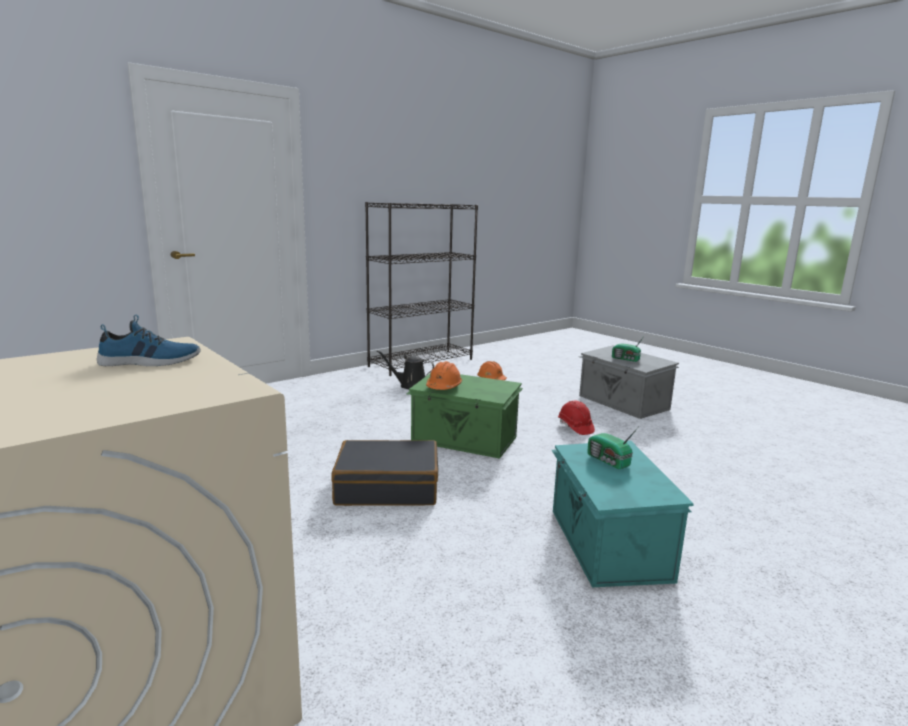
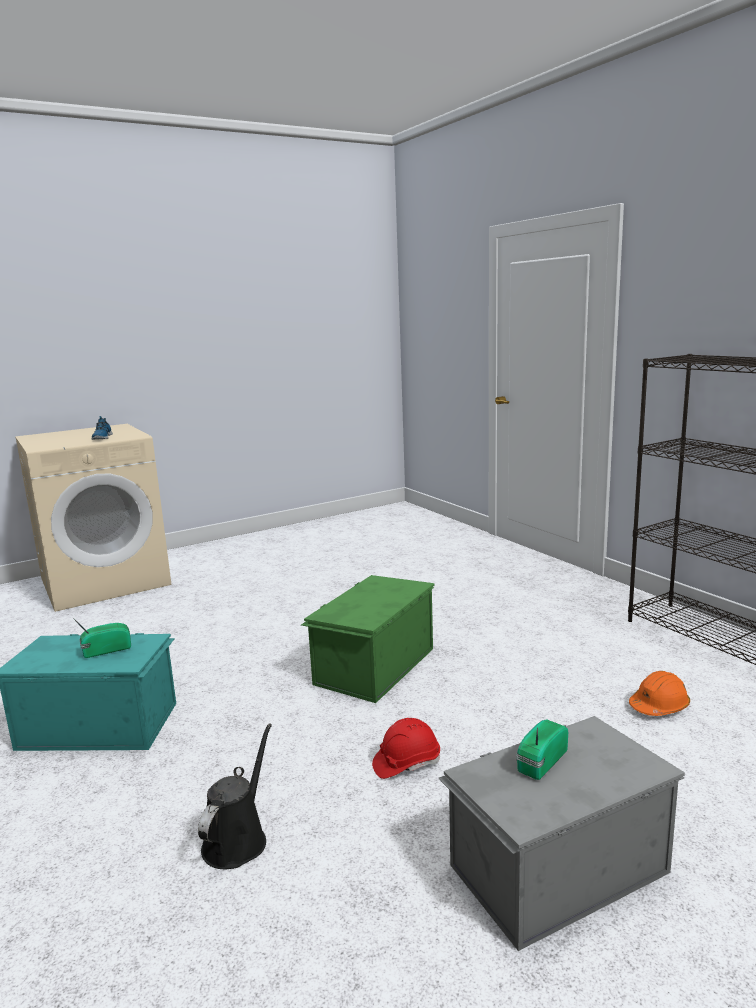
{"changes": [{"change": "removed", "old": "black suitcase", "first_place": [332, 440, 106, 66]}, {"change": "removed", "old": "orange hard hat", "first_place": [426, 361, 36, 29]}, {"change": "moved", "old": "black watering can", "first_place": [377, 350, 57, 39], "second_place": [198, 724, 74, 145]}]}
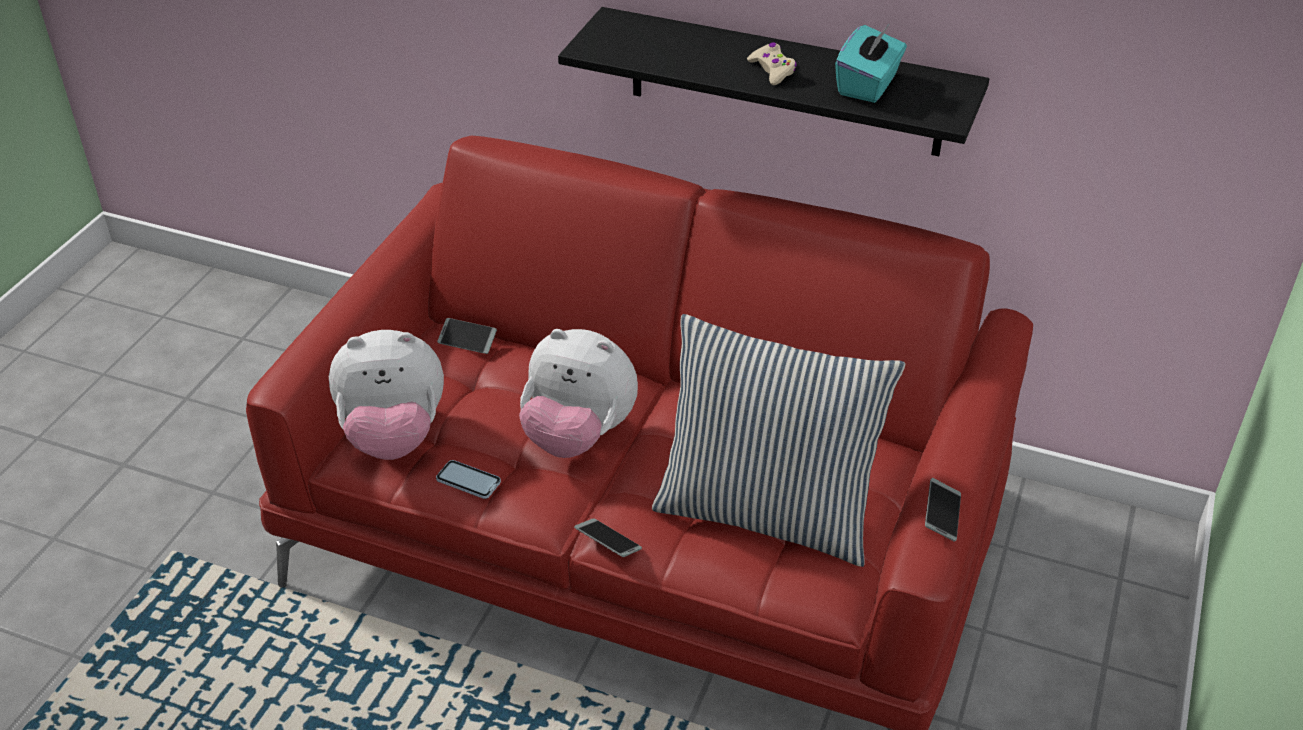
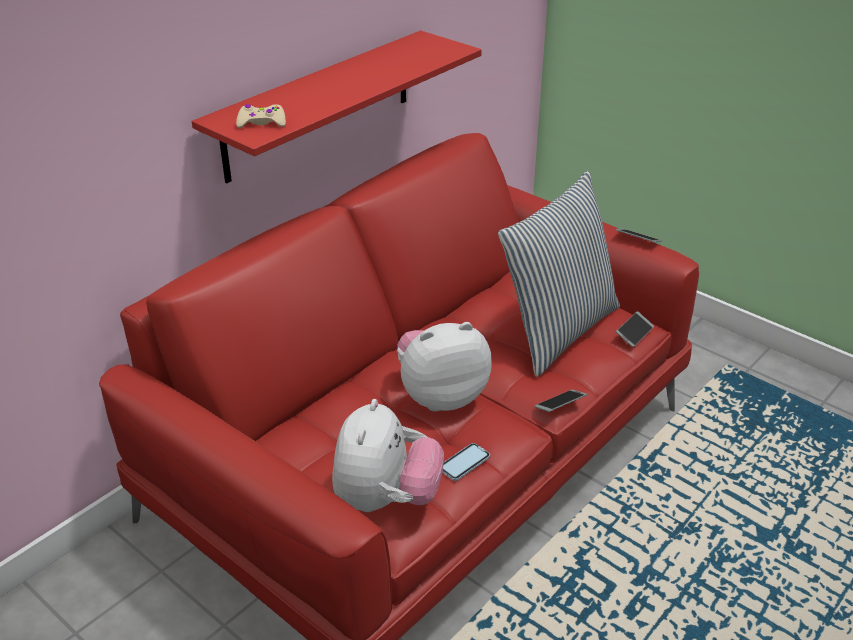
{"changes": [{"change": "removed", "old": "turquoise tissue box", "first_place": [835, 25, 72, 78]}, {"change": "moved", "old": "phone", "first_place": [437, 318, 60, 36], "second_place": [616, 311, 38, 36]}, {"change": "moved", "old": "beige game controller", "first_place": [747, 43, 50, 42], "second_place": [236, 104, 50, 24]}, {"change": "recoloured", "old": "black shelf", "new": "red shelf", "first_place": [558, 7, 431, 149], "second_place": [192, 31, 290, 152]}, {"change": "turned", "old": "plush toy", "first_place": [519, 329, 119, 129], "second_place": [397, 322, 95, 90], "degrees": -150}]}
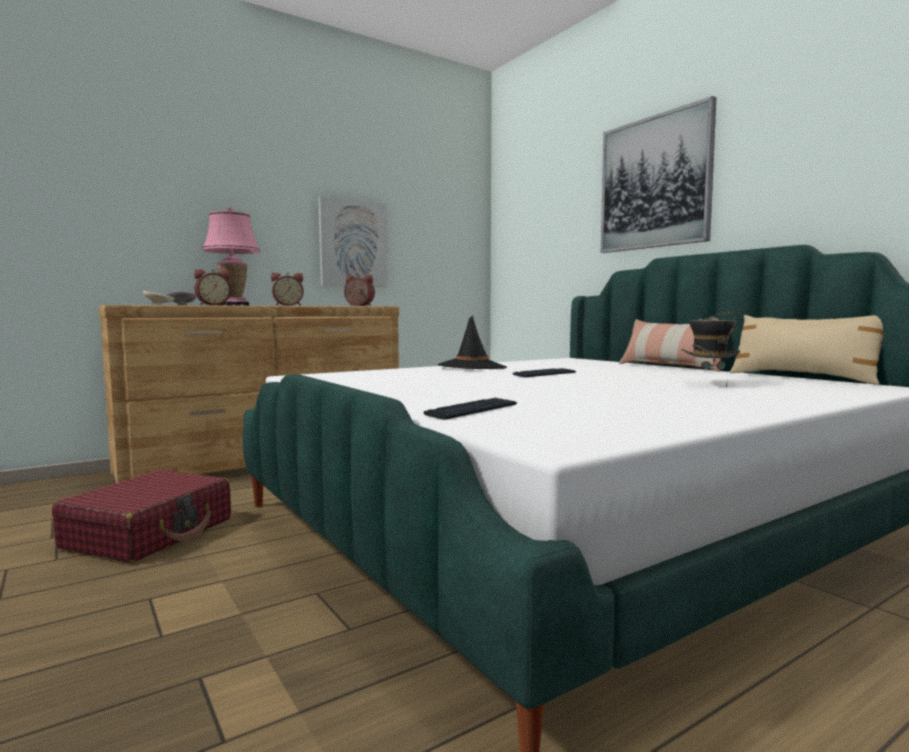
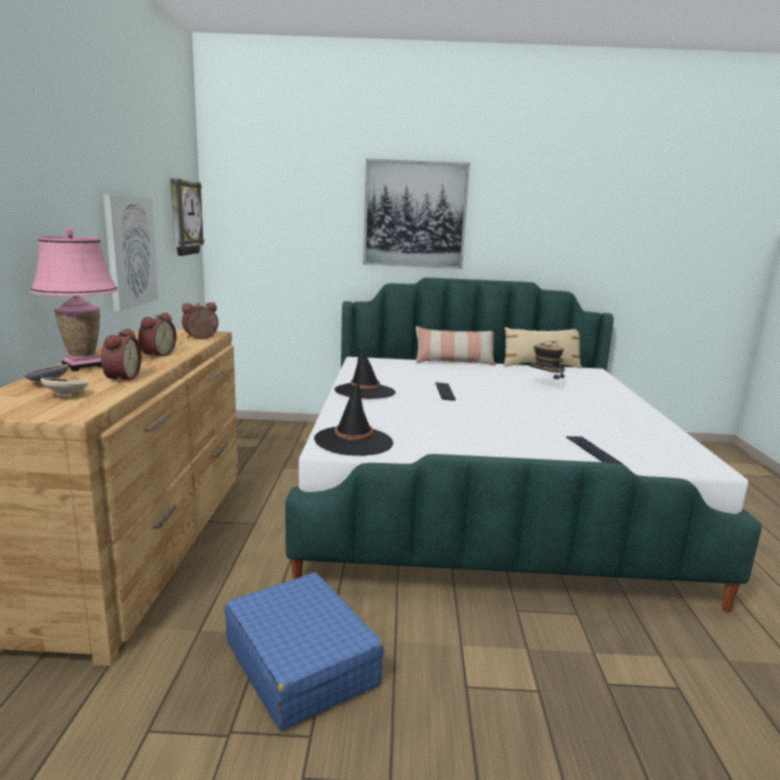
{"changes": [{"change": "added", "new": "wall clock", "second_place": [170, 178, 34, 78]}, {"change": "added", "new": "black hat", "second_place": [314, 382, 79, 74]}, {"change": "recoloured", "old": "red suitcase", "new": "blue suitcase", "first_place": [52, 470, 179, 93], "second_place": [225, 573, 159, 158]}]}
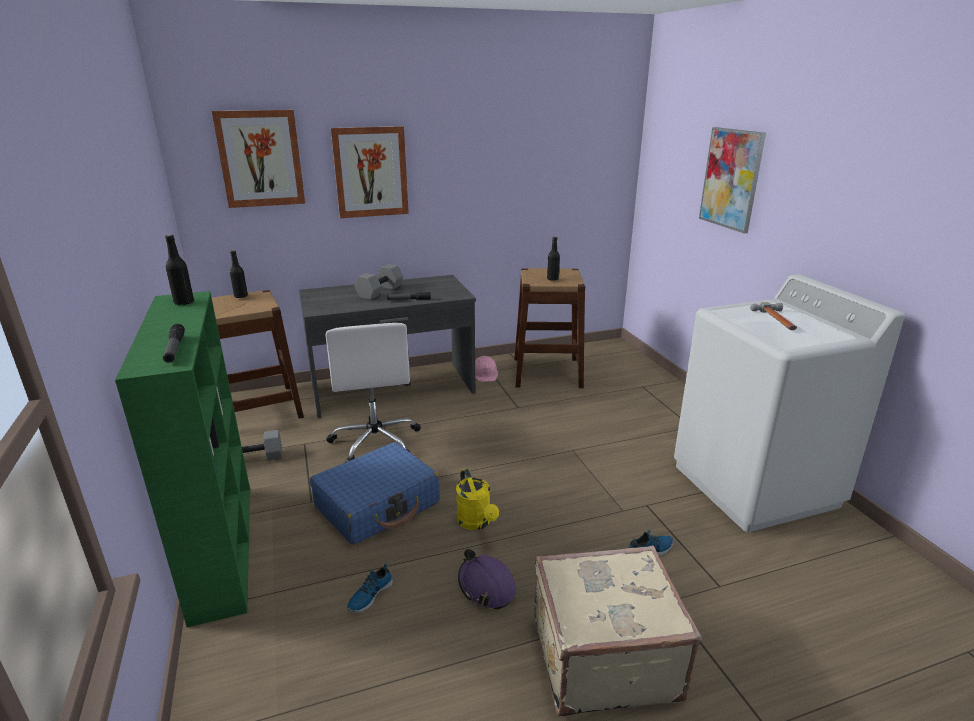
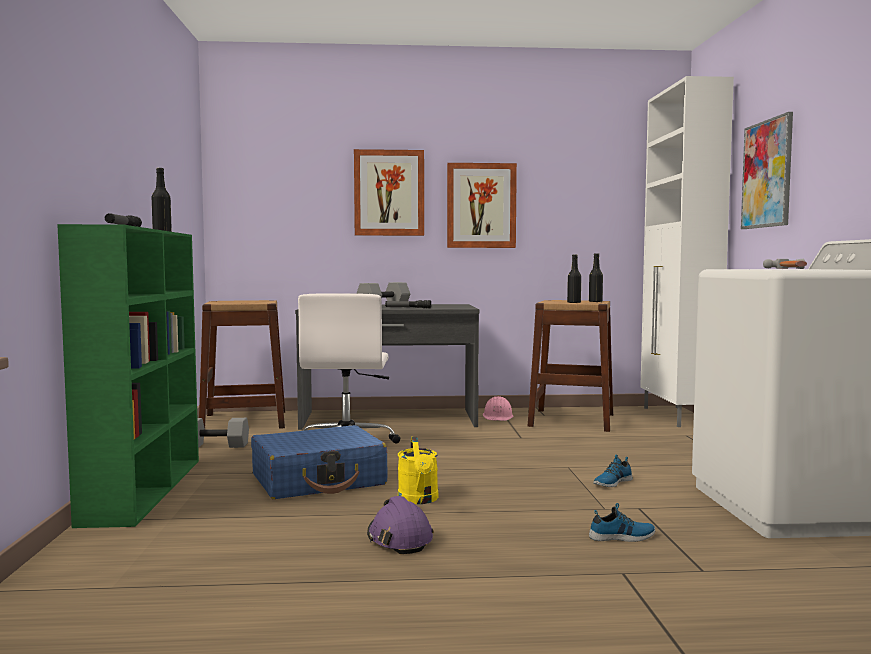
{"changes": [{"change": "removed", "old": "beige suitcase", "first_place": [534, 546, 168, 170]}, {"change": "added", "new": "white cabinet", "second_place": [640, 76, 94, 351]}, {"change": "moved", "old": "picture", "first_place": [212, 110, 93, 98], "second_place": [447, 163, 70, 85]}, {"change": "moved", "old": "black bottle", "first_place": [230, 250, 18, 48], "second_place": [589, 253, 14, 49]}, {"change": "moved", "old": "shoe", "first_place": [347, 563, 46, 50], "second_place": [593, 455, 40, 32]}]}
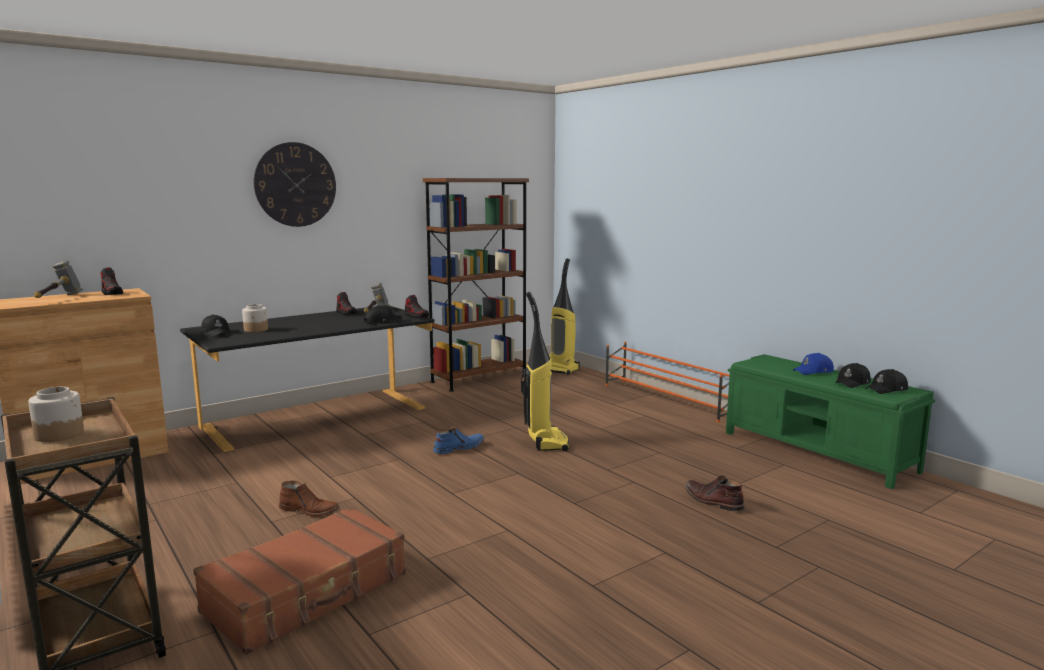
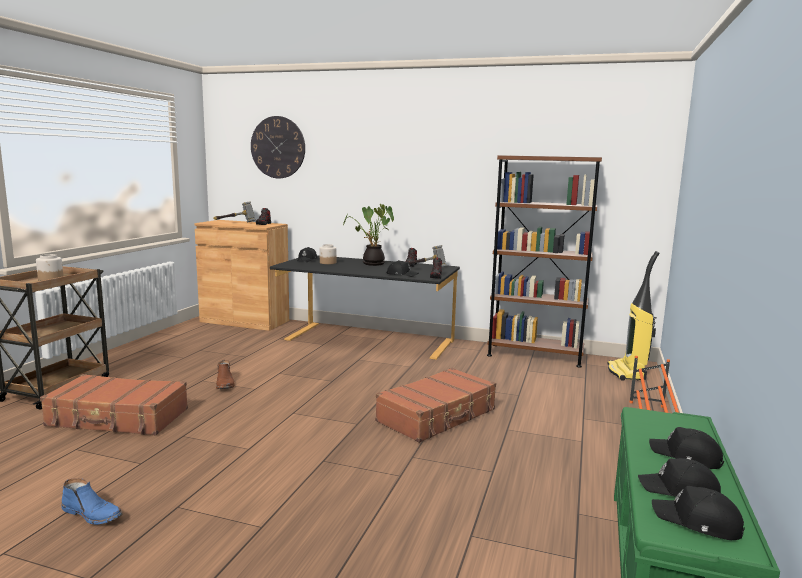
{"changes": [{"change": "removed", "old": "brown boot", "first_place": [685, 476, 60, 35]}, {"change": "added", "new": "potted plant", "second_place": [343, 204, 51, 62]}, {"change": "moved", "old": "wall clock", "first_place": [254, 142, 82, 85], "second_place": [251, 116, 54, 62]}, {"change": "moved", "old": "blue boot", "first_place": [433, 427, 51, 27], "second_place": [61, 478, 62, 47]}, {"change": "replaced", "old": "vacuum cleaner", "new": "brown suitcase", "first_place": [521, 292, 48, 159], "second_place": [375, 368, 121, 75]}, {"change": "recoloured", "old": "blue cap", "new": "black cap", "first_place": [793, 353, 41, 22], "second_place": [649, 427, 75, 42]}]}
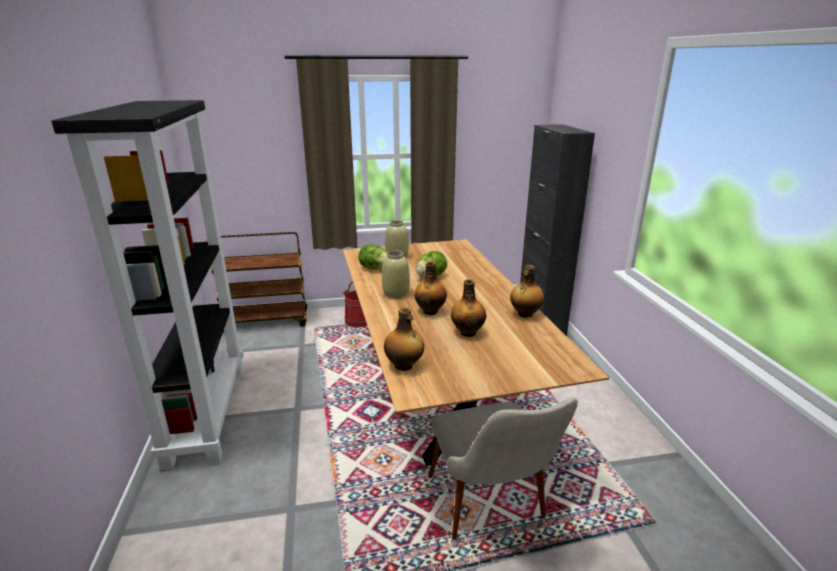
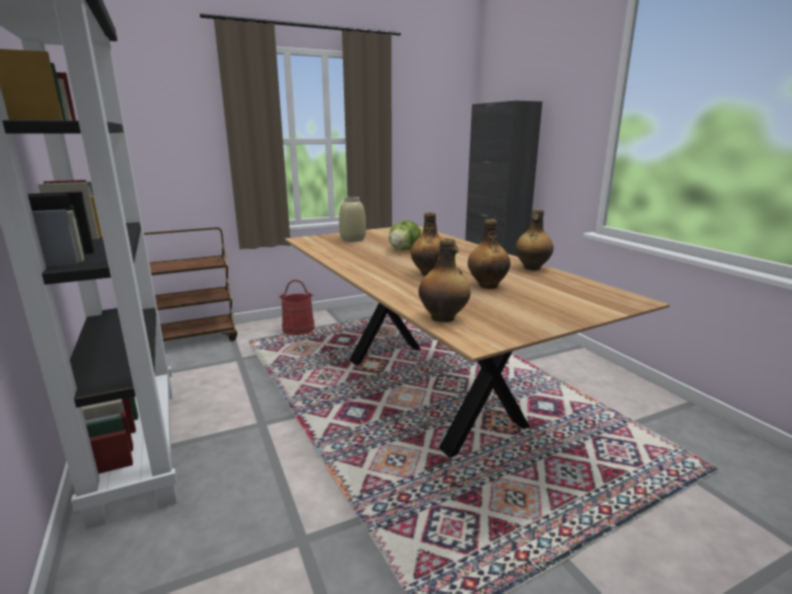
{"changes": [{"change": "removed", "old": "lettuce", "first_place": [358, 244, 29, 26]}, {"change": "removed", "old": "beige vase", "first_place": [382, 251, 28, 47]}, {"change": "removed", "old": "beige chair", "first_place": [428, 397, 150, 143]}]}
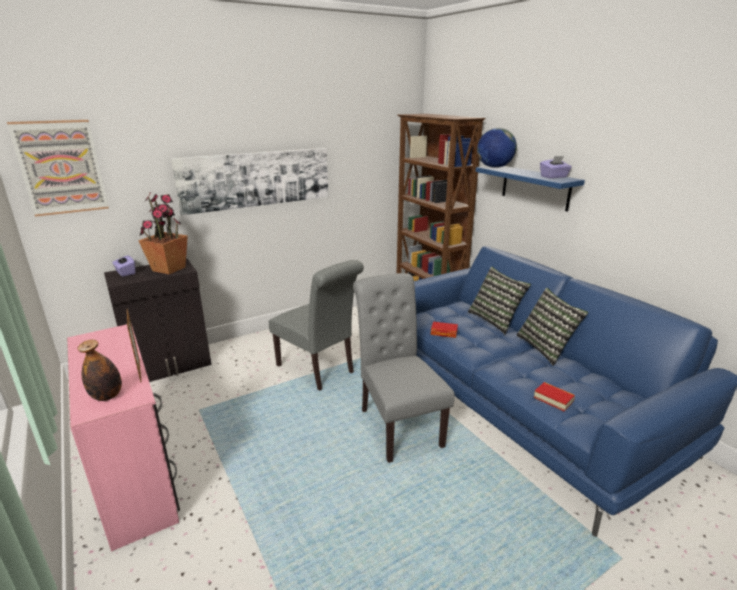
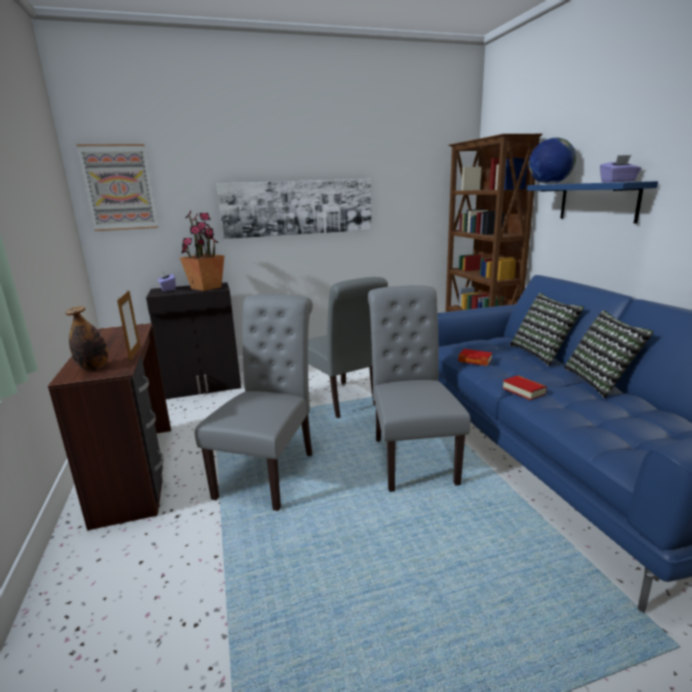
{"changes": [{"change": "added", "new": "grey chair", "second_place": [195, 294, 118, 217]}, {"change": "moved", "old": "book", "first_place": [533, 382, 42, 29], "second_place": [502, 375, 45, 25]}, {"change": "recoloured", "old": "pink desk", "new": "brown desk", "first_place": [67, 324, 113, 228], "second_place": [48, 323, 123, 208]}]}
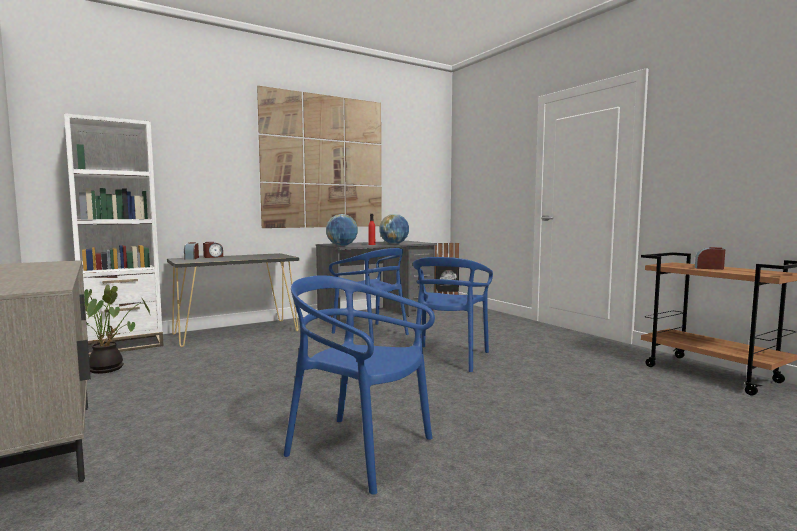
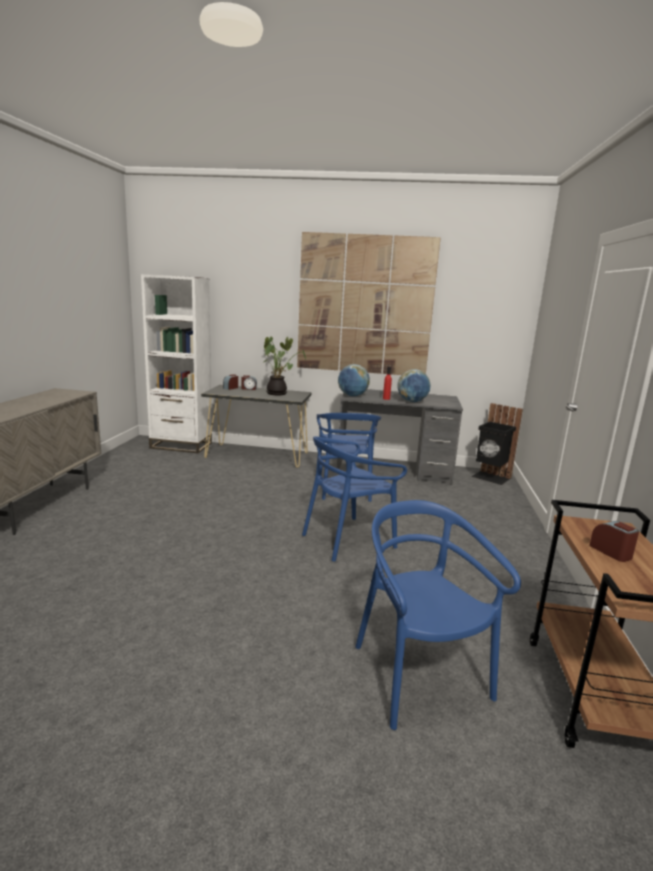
{"changes": [{"change": "moved", "old": "potted plant", "first_place": [84, 285, 67, 89], "second_place": [263, 337, 43, 59]}, {"change": "moved", "old": "blue chair", "first_place": [283, 275, 152, 220], "second_place": [355, 500, 166, 230]}]}
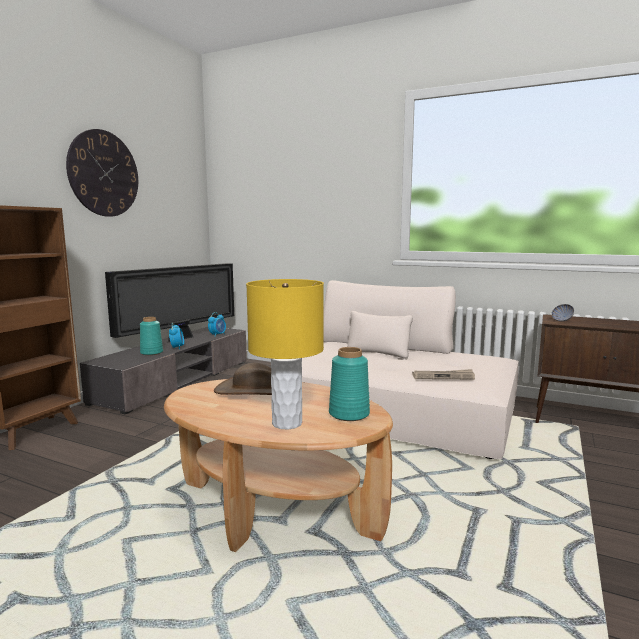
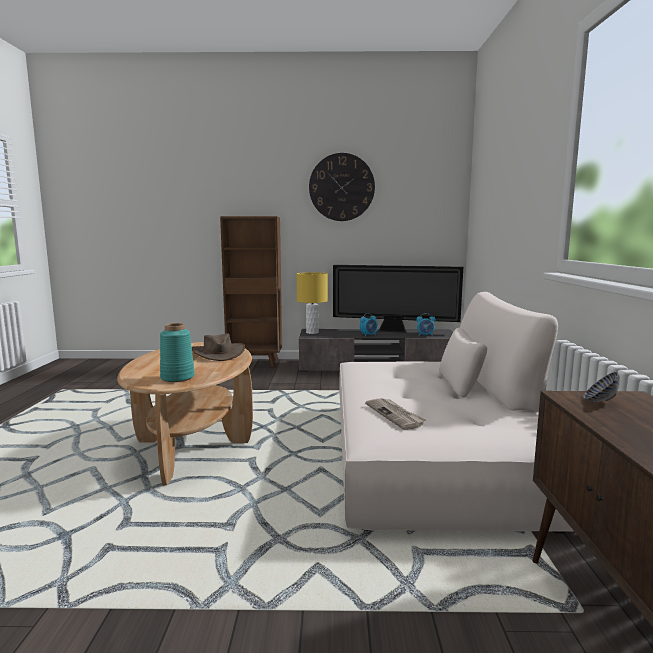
{"changes": [{"change": "removed", "old": "turquoise vase", "first_place": [140, 317, 23, 38]}, {"change": "moved", "old": "yellow table lamp", "first_place": [246, 279, 78, 151], "second_place": [297, 272, 31, 62]}]}
